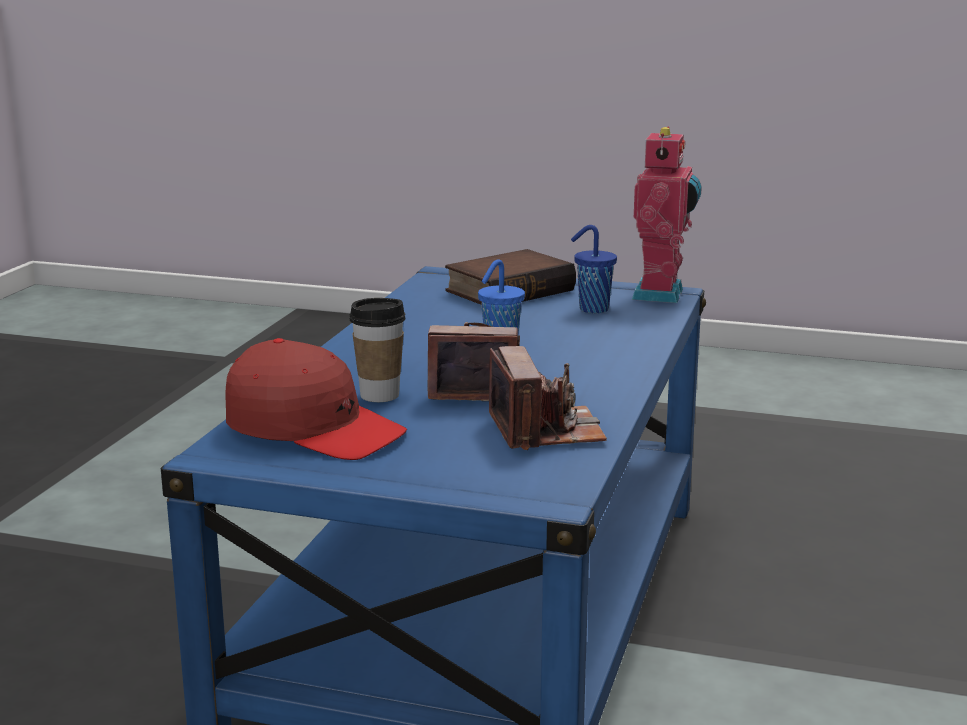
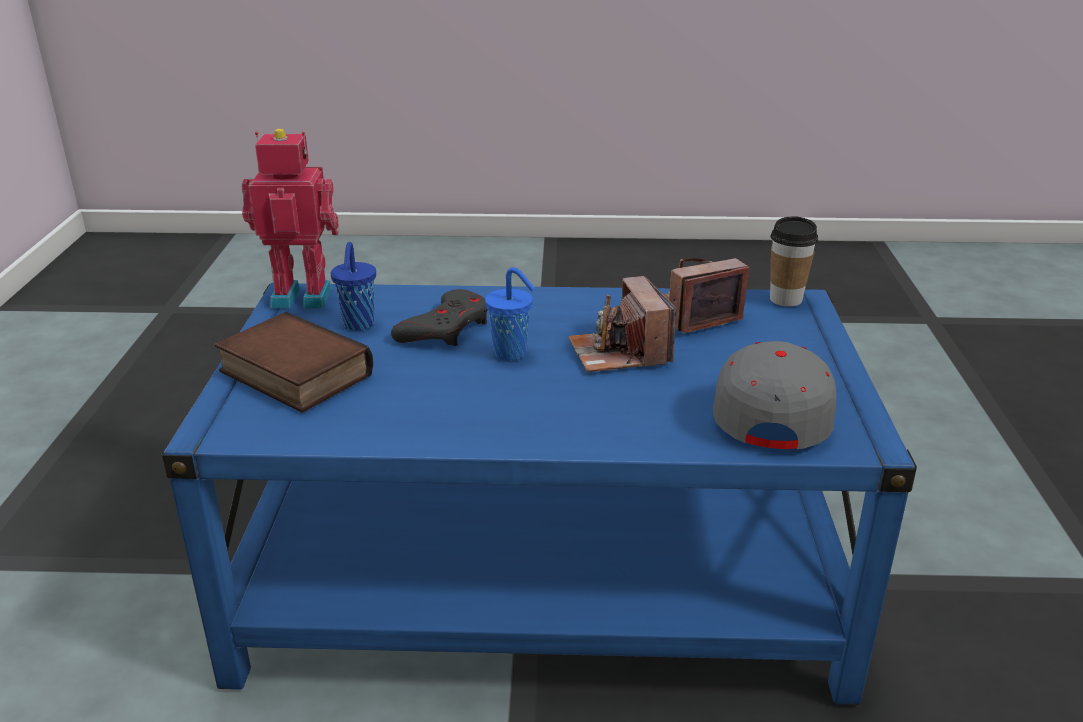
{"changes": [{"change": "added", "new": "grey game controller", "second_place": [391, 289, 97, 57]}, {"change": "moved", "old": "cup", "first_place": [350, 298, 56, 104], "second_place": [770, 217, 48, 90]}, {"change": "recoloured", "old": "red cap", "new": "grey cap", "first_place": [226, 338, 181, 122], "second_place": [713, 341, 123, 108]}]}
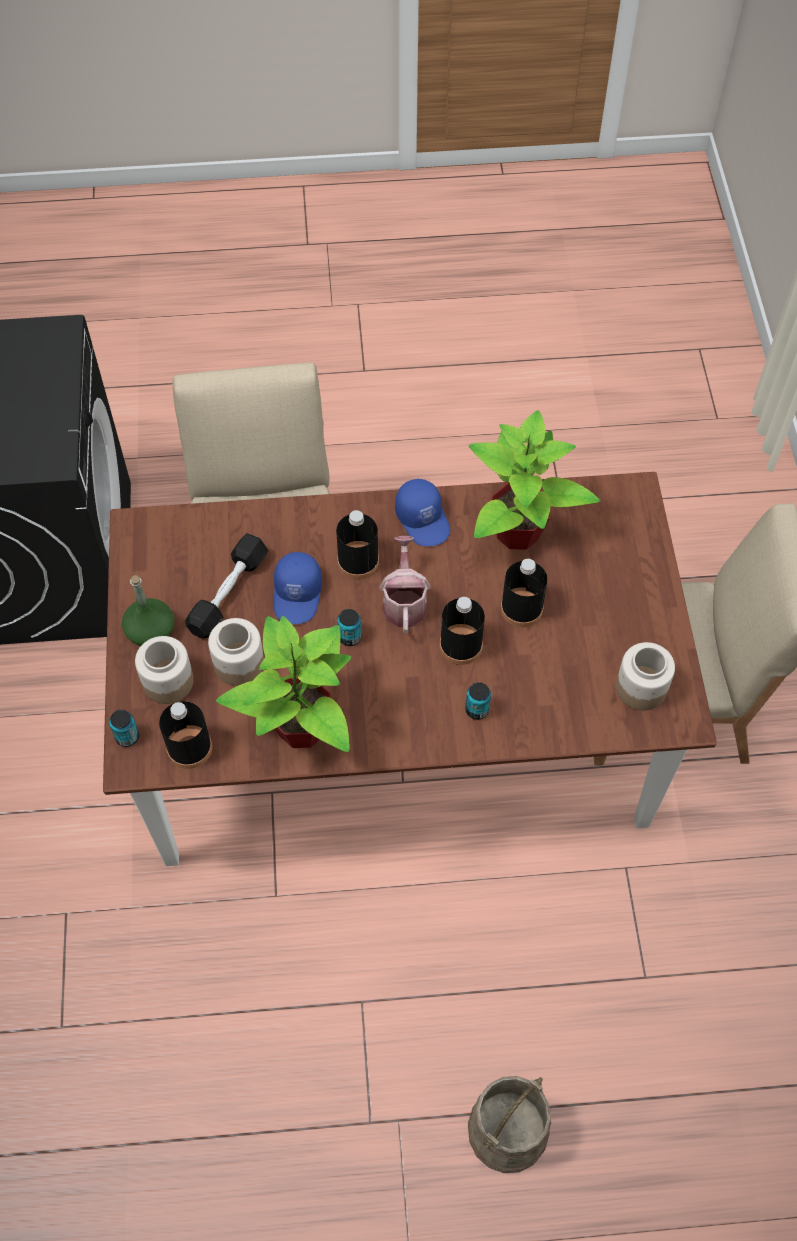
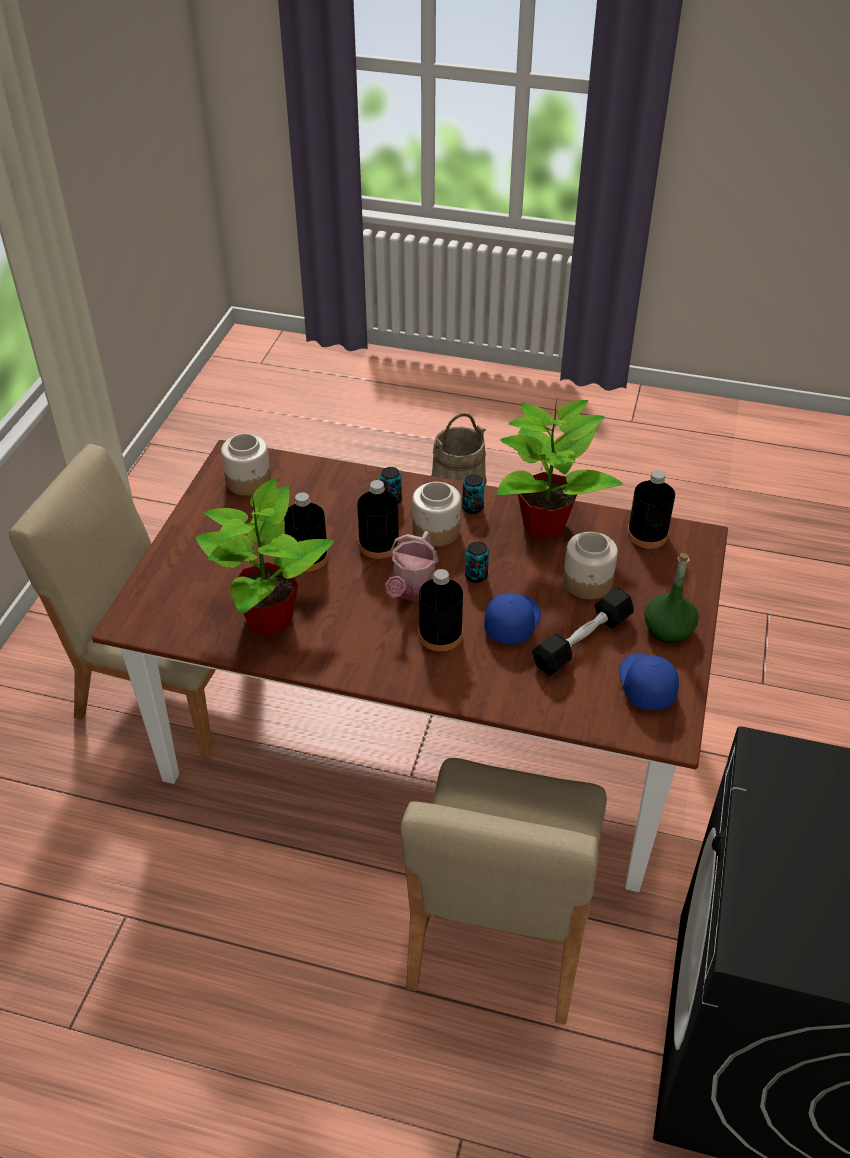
{"changes": [{"change": "moved", "old": "can", "first_place": [109, 710, 30, 37], "second_place": [462, 474, 22, 40]}, {"change": "moved", "old": "jar", "first_place": [135, 636, 59, 68], "second_place": [412, 482, 49, 65]}, {"change": "moved", "old": "blue cap", "first_place": [395, 478, 55, 68], "second_place": [619, 653, 60, 57]}]}
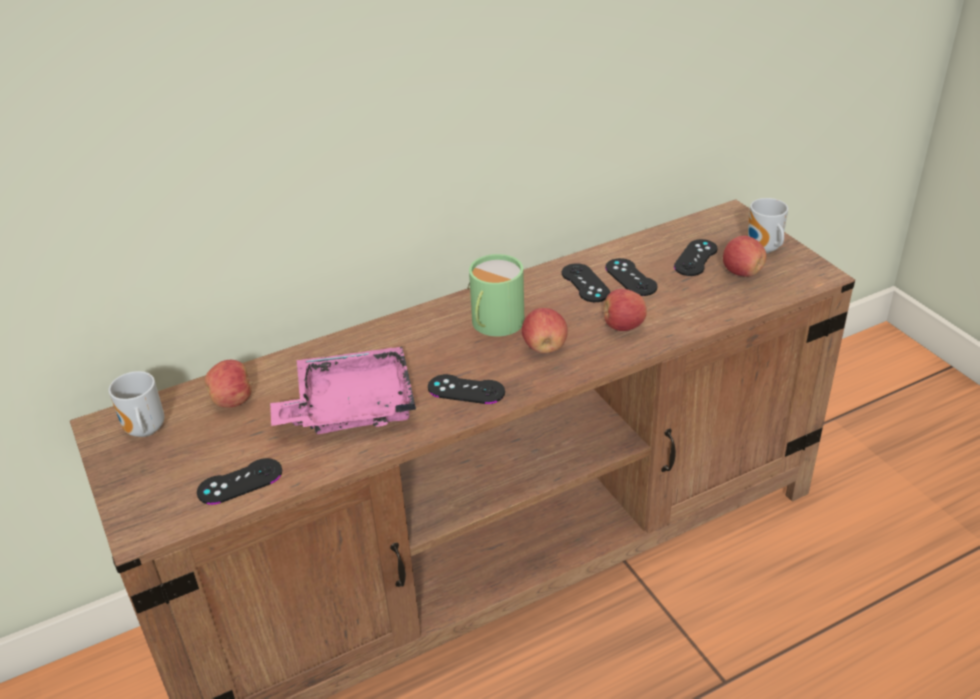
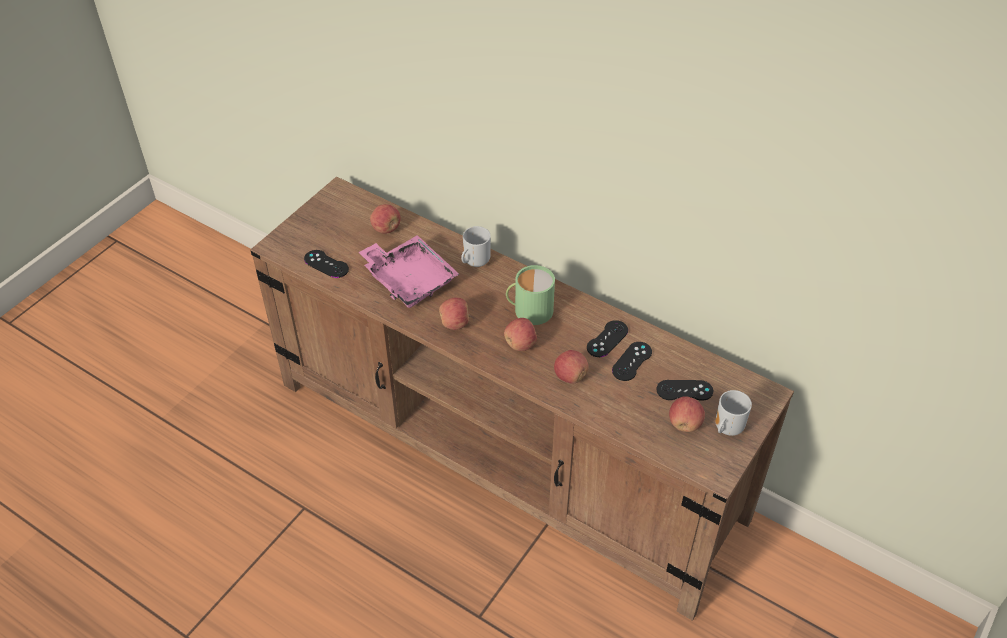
{"changes": [{"change": "moved", "old": "mug", "first_place": [109, 371, 55, 66], "second_place": [461, 226, 30, 41]}, {"change": "replaced", "old": "black game controller", "new": "apple", "first_place": [428, 374, 77, 30], "second_place": [439, 297, 32, 33]}]}
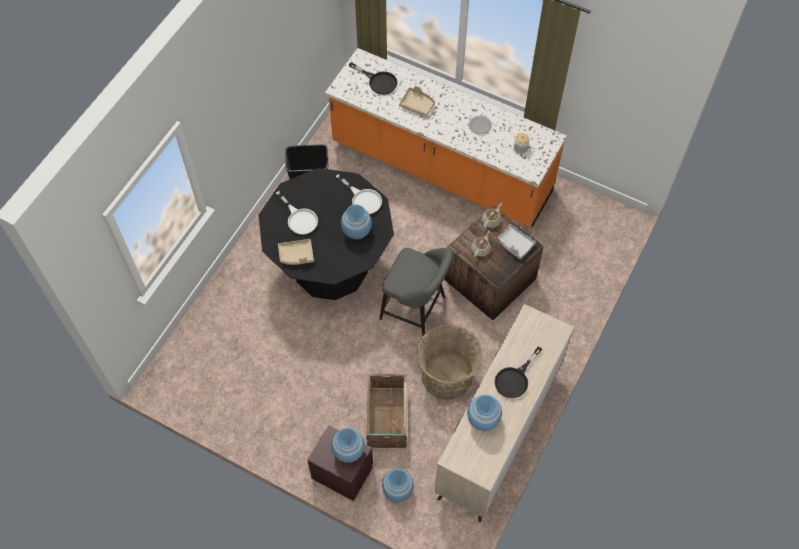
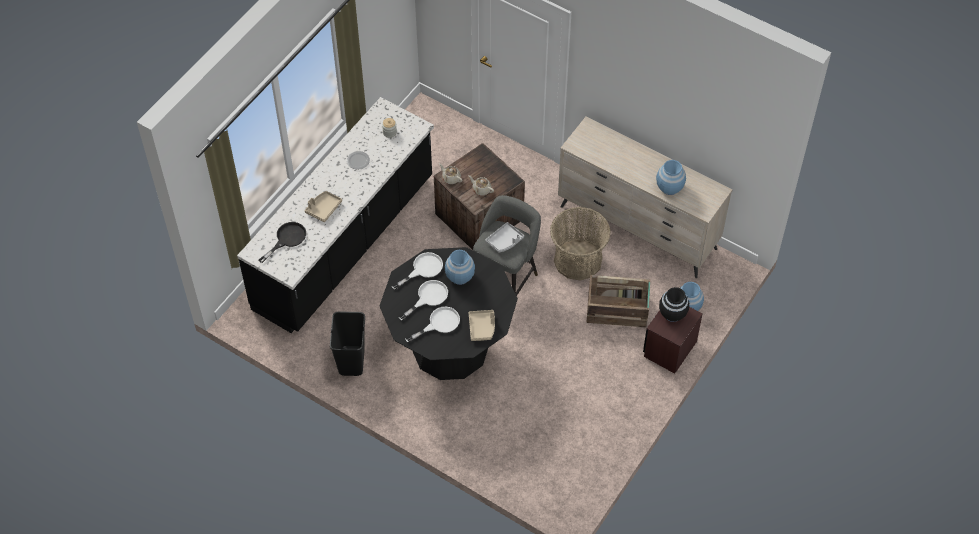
{"changes": [{"change": "removed", "old": "black frying pan", "first_place": [495, 347, 47, 51]}, {"change": "added", "new": "white frying pan", "second_place": [399, 280, 49, 41]}, {"change": "moved", "old": "grey tray", "first_place": [498, 224, 38, 35], "second_place": [485, 222, 39, 31]}, {"change": "recoloured", "old": "orange counter", "new": "black counter", "first_place": [325, 48, 242, 180], "second_place": [237, 97, 197, 236]}, {"change": "recoloured", "old": "blue vase", "new": "black vase", "first_place": [331, 428, 34, 35], "second_place": [659, 287, 30, 35]}]}
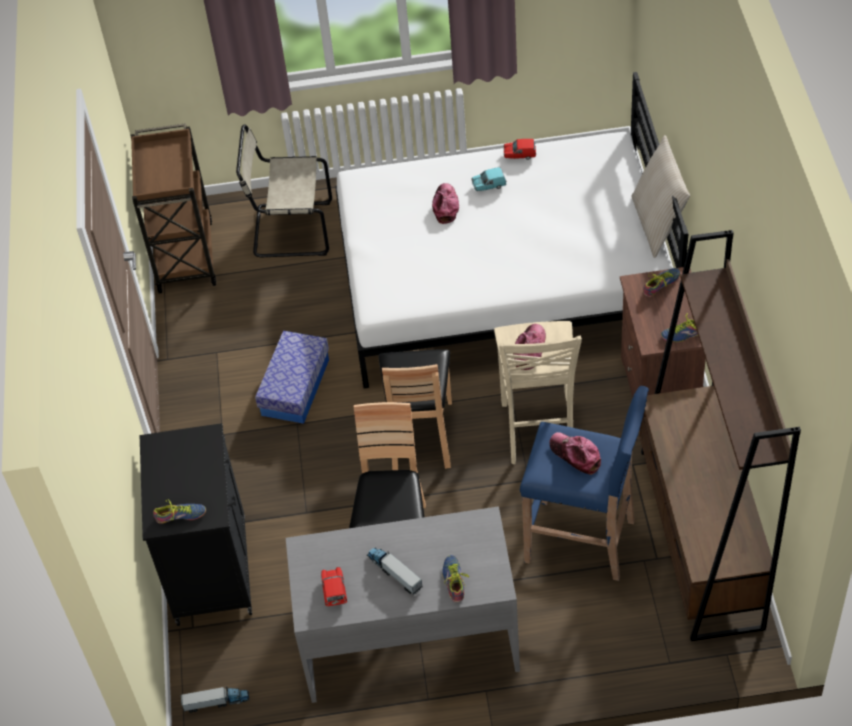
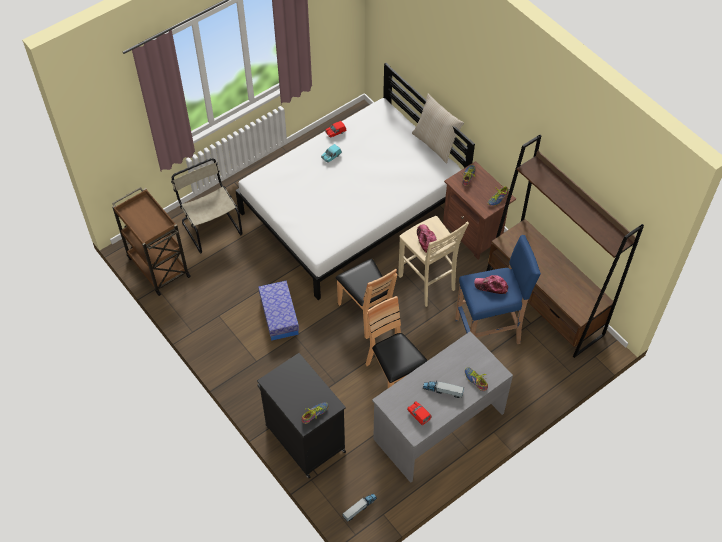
{"changes": [{"change": "removed", "old": "cap", "first_place": [432, 183, 27, 41]}, {"change": "turned", "old": "beige chair", "first_place": [236, 125, 96, 132], "second_place": [171, 158, 72, 96], "degrees": 90}]}
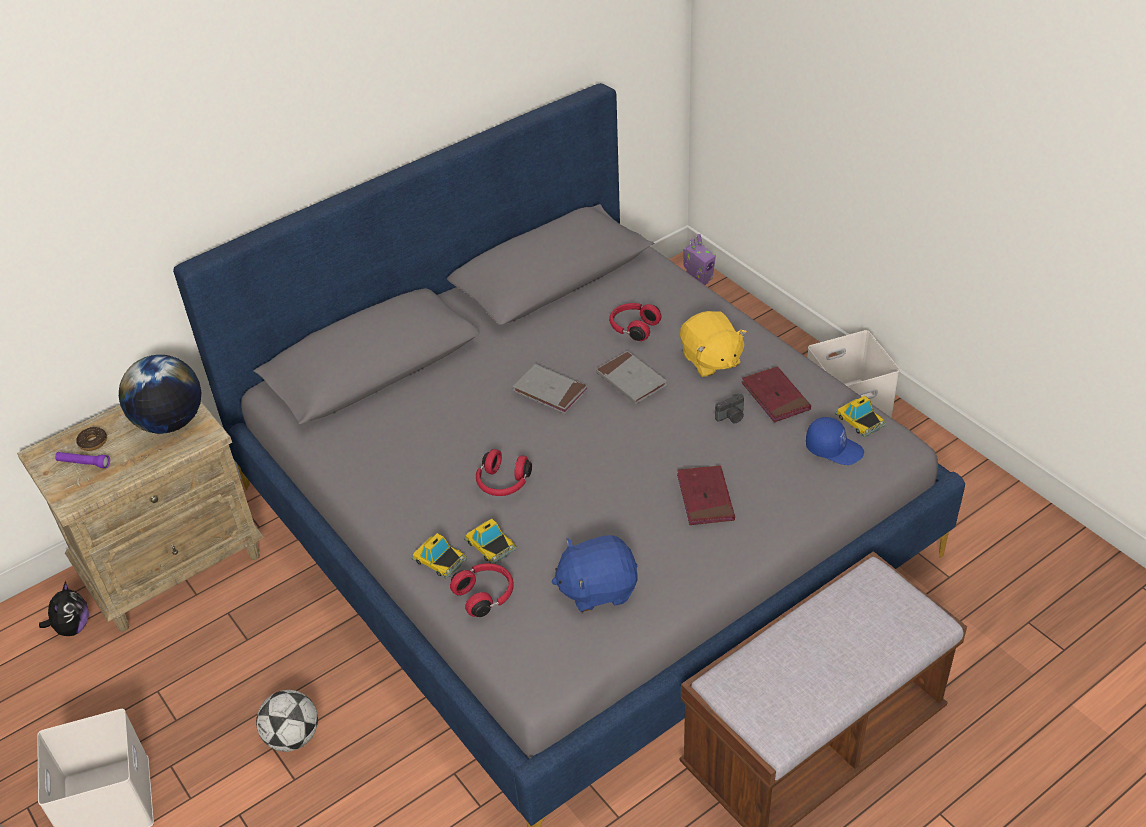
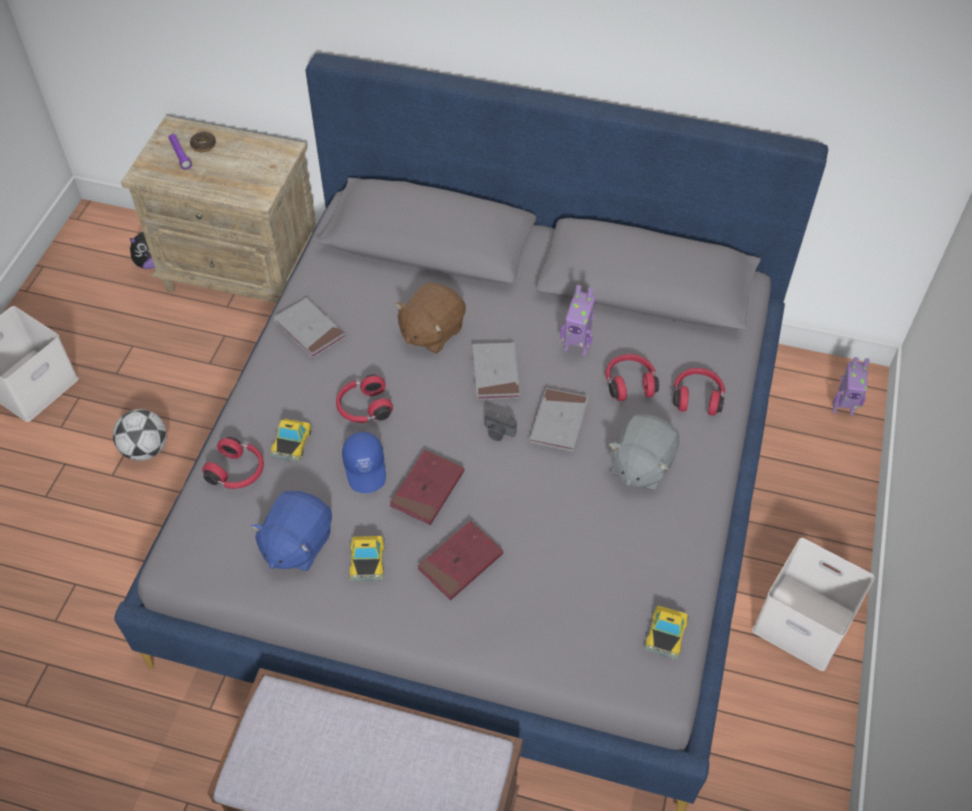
{"changes": [{"change": "removed", "old": "globe", "first_place": [119, 355, 82, 79]}, {"change": "added", "new": "grey book", "second_place": [274, 298, 72, 61]}, {"change": "added", "new": "brown plush toy", "second_place": [395, 283, 71, 70]}, {"change": "added", "new": "toy robot", "second_place": [560, 285, 35, 71]}, {"change": "added", "new": "red headphones", "second_place": [673, 368, 52, 48]}, {"change": "moved", "old": "toy car", "first_place": [411, 533, 56, 46], "second_place": [349, 536, 36, 46]}, {"change": "moved", "old": "photo camera", "first_place": [715, 393, 29, 30], "second_place": [485, 410, 32, 31]}, {"change": "moved", "old": "red book", "first_place": [742, 366, 69, 56], "second_place": [390, 450, 74, 75]}, {"change": "moved", "old": "blue cap", "first_place": [806, 417, 58, 48], "second_place": [342, 432, 44, 61]}, {"change": "recoloured", "old": "yellow plush toy", "new": "grey plush toy", "first_place": [680, 311, 67, 66], "second_place": [608, 414, 71, 77]}, {"change": "turned", "old": "blue plush toy", "first_place": [552, 535, 86, 77], "second_place": [251, 491, 81, 80], "degrees": -105}]}
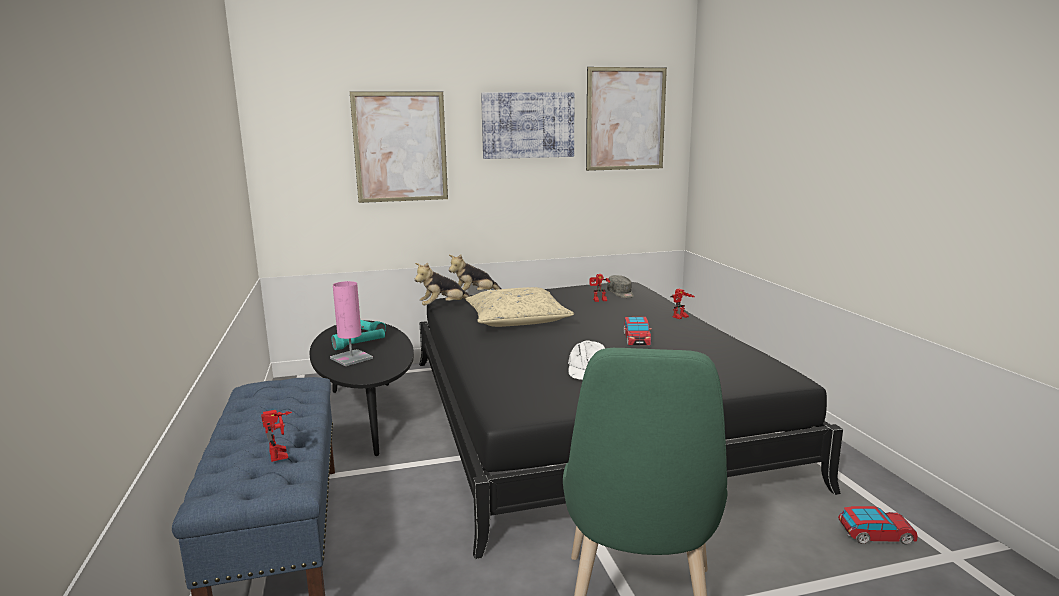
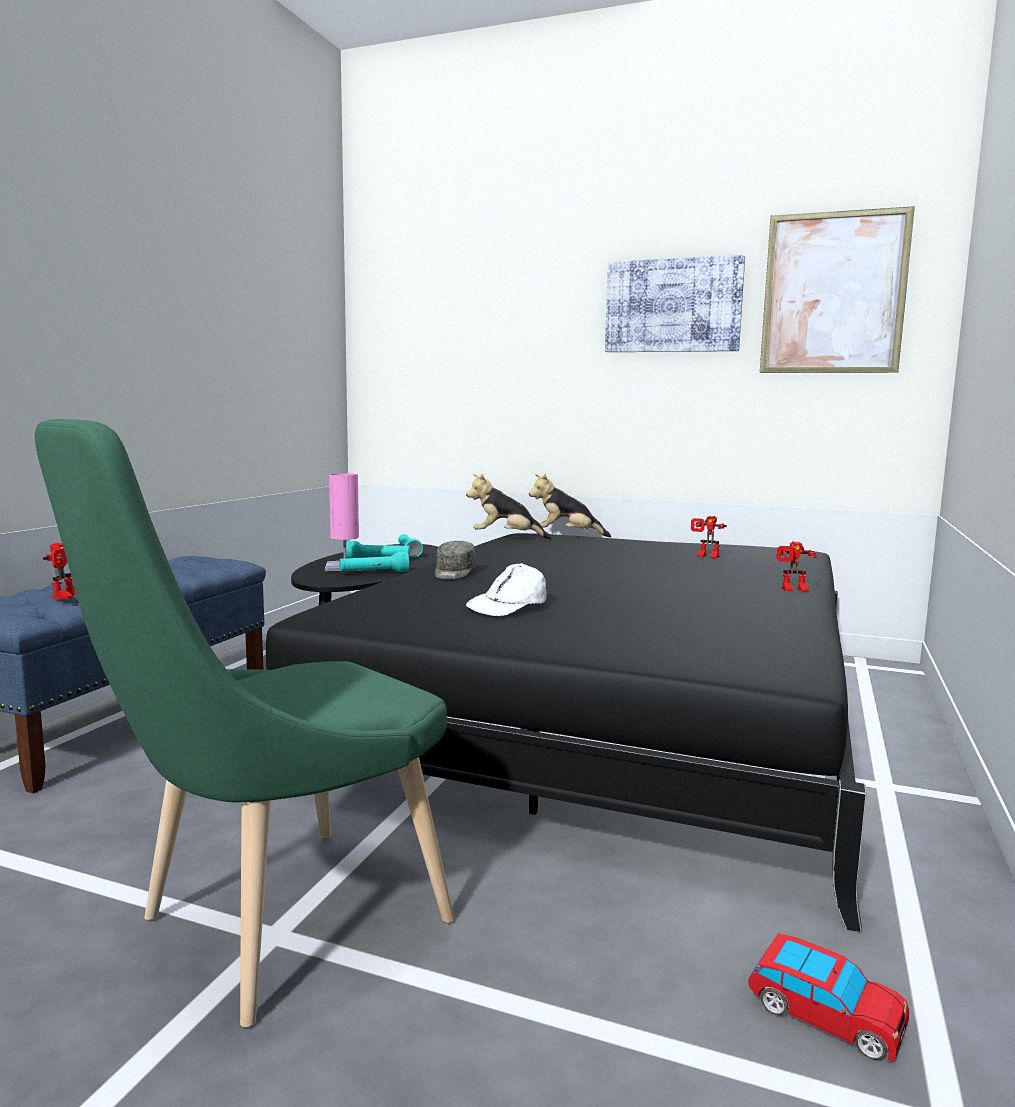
{"changes": [{"change": "removed", "old": "picture", "first_place": [350, 92, 98, 111]}, {"change": "removed", "old": "beige pillow", "first_place": [465, 287, 109, 40]}, {"change": "removed", "old": "toy car", "first_place": [624, 317, 28, 28]}, {"change": "added", "new": "turquoise flashlight", "second_place": [339, 552, 70, 20]}, {"change": "moved", "old": "grey cap", "first_place": [607, 275, 27, 23], "second_place": [435, 541, 41, 38]}]}
